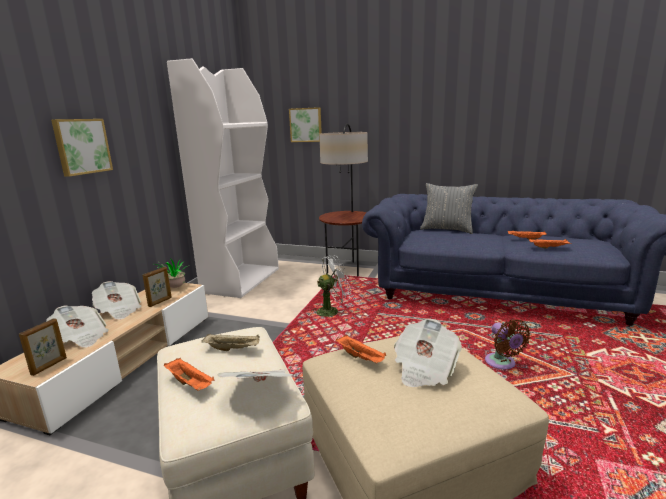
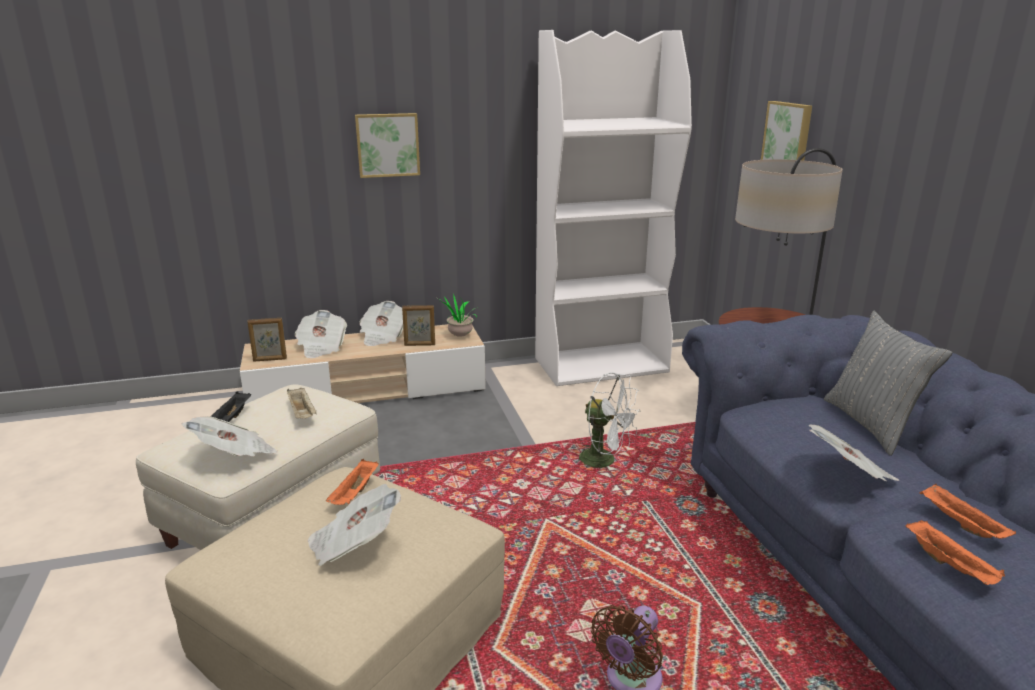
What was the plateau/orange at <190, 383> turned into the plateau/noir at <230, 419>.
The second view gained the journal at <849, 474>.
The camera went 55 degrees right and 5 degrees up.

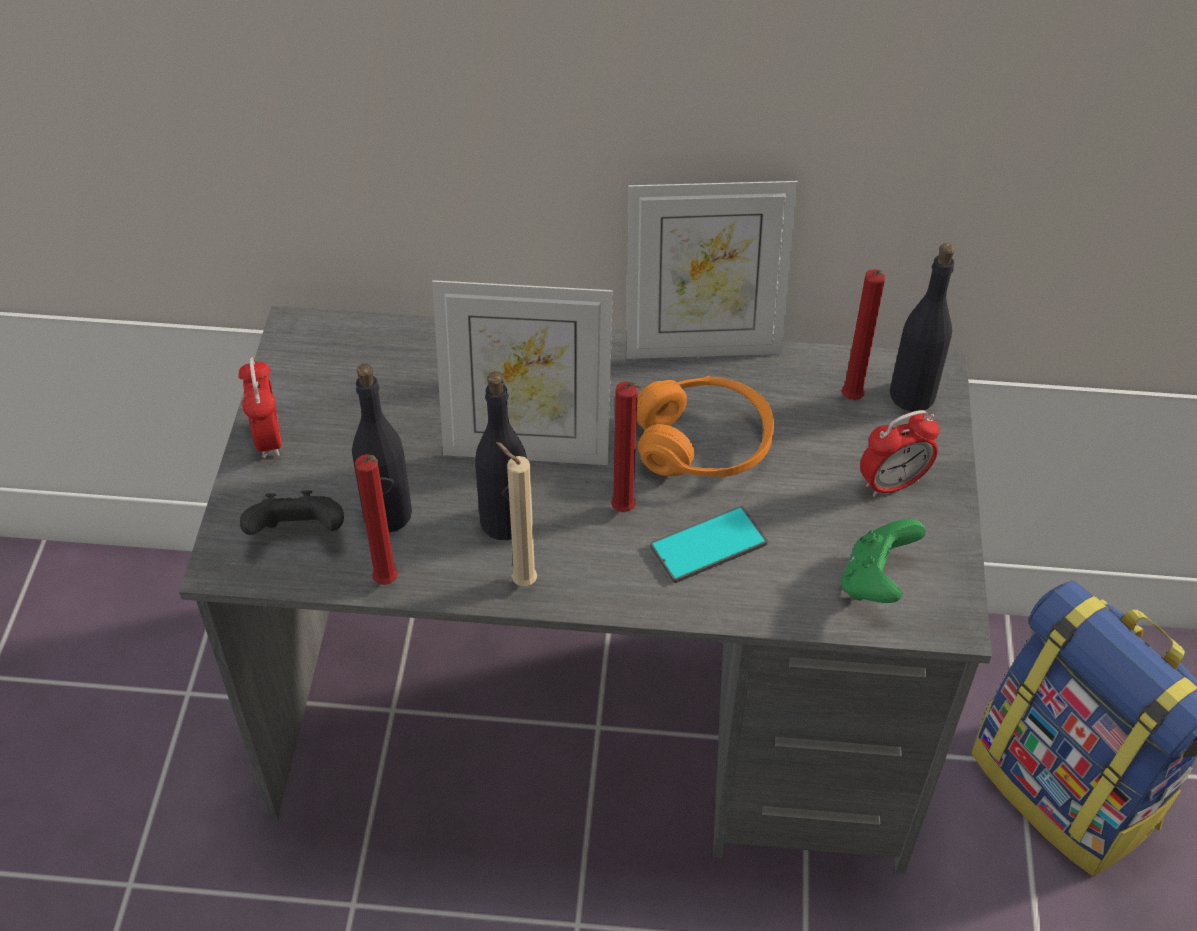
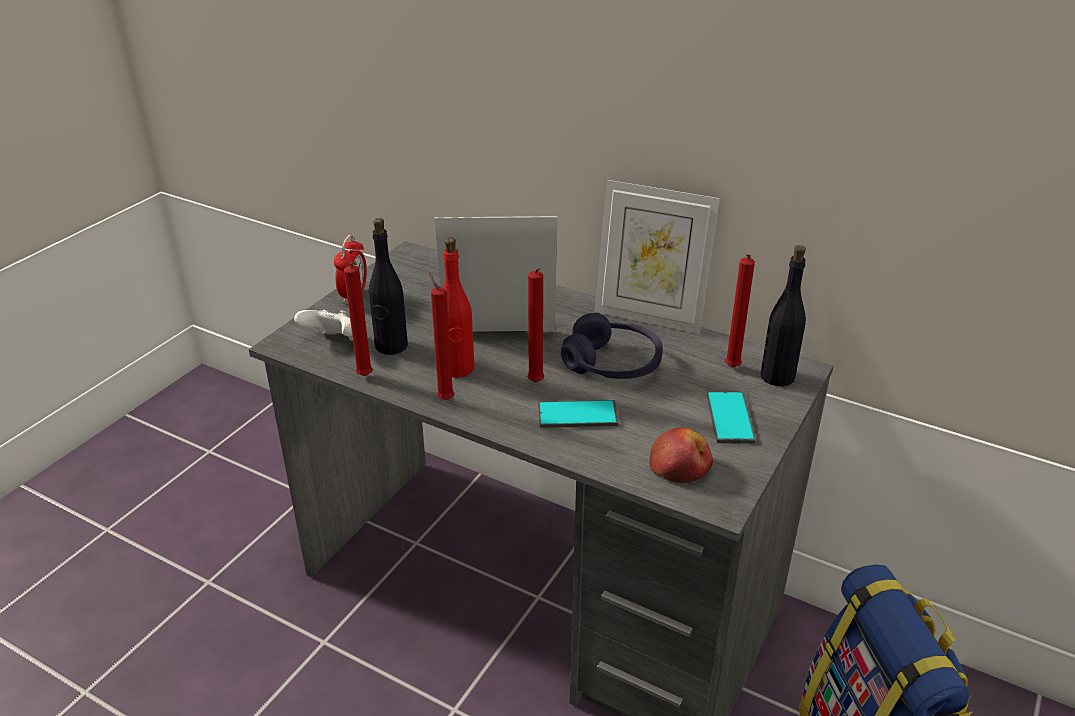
What was the manette/noir at <299, 534> turned into the manette/blanc at <334, 341>.
The cadre photo at <527, 446> ended up facing another way, 150 degrees clockwise from before.
What was the bouteille/noir at <505, 522> turned into the bouteille/rouge at <457, 368>.
What was the bougie/beige at <520, 580> turned into the bougie/rouge at <444, 398>.
What was the casque audio/orange at <703, 444> turned into the casque audio/violet at <612, 364>.
Where the manette/vert stood at <875, 581>, the pomme came to stand at <680, 466>.
Where the réveil stood at <892, 483>, the téléphone came to stand at <730, 418>.
The camera went 25 degrees right and 15 degrees down.

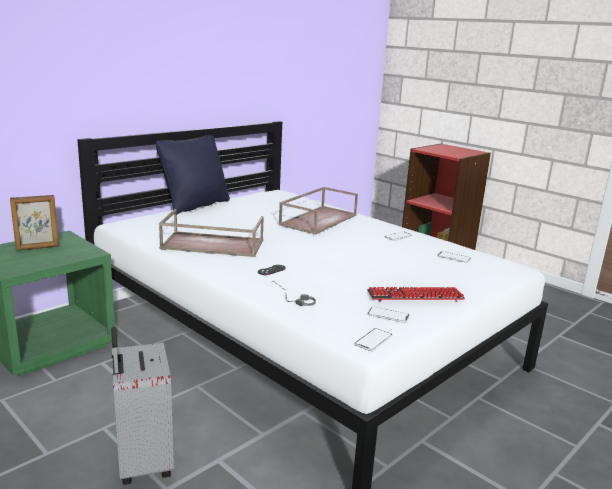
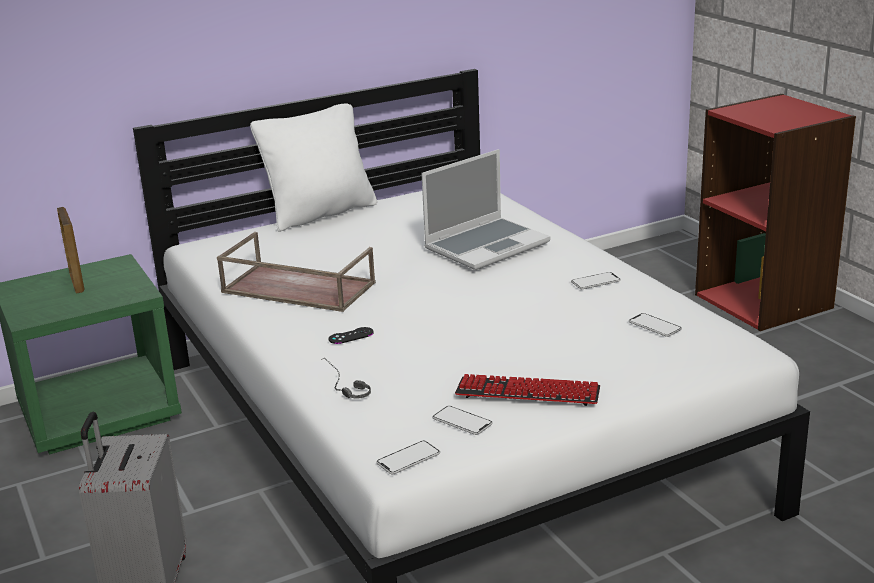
The cadre photo at <37, 248> ended up facing another way, 105 degrees counterclockwise from before.
What was the coussin/noir at <196, 205> turned into the coussin/blanc at <321, 214>.
Where the plateau/marron stood at <318, 219>, the ordinateur portable came to stand at <487, 245>.
The camera went 20 degrees right and 5 degrees up.

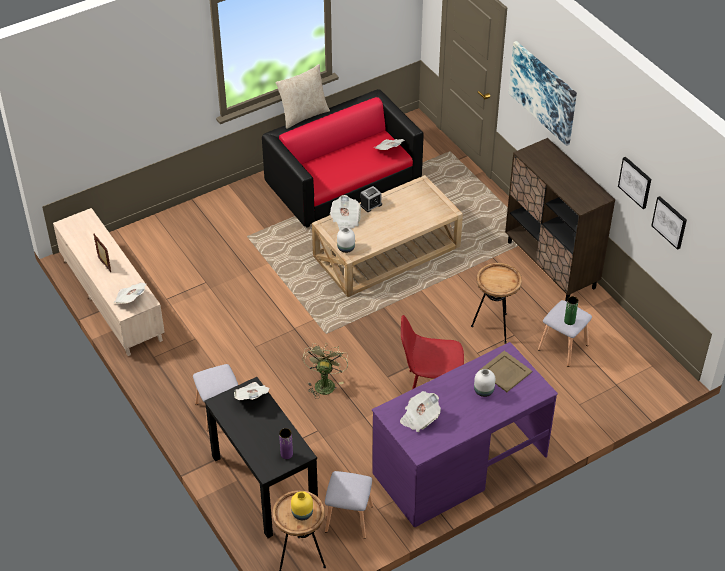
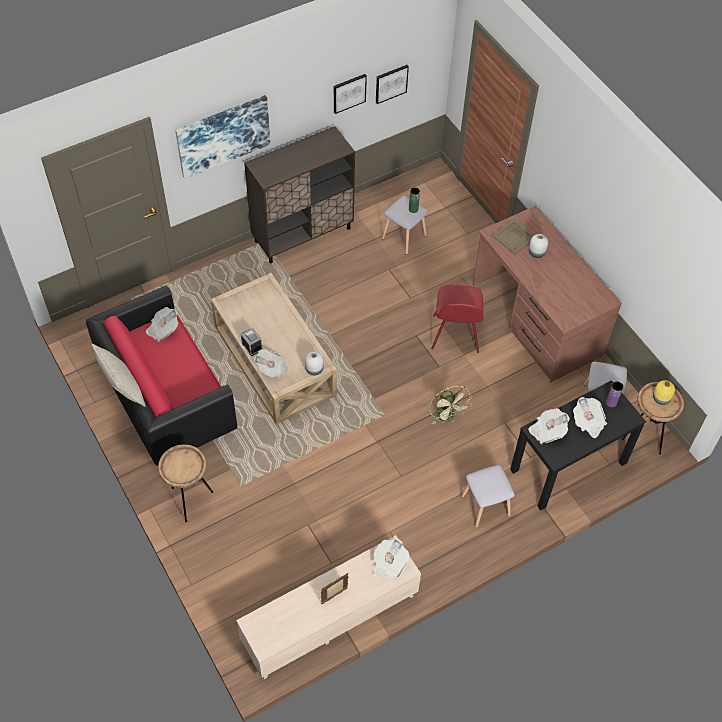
The ventilateur/vert at <324, 383> ended up facing another way, 120 degrees counterclockwise from before.
What was the bureau/violet at <459, 464> turned into the bureau/marron at <536, 320>.
The journal ended up elsewhere, having gone from <419, 418> to <588, 422>.
The table d'appoint/marron ended up elsewhere, having gone from <494, 327> to <190, 500>.
The camera went 90 degrees left and 10 degrees up.

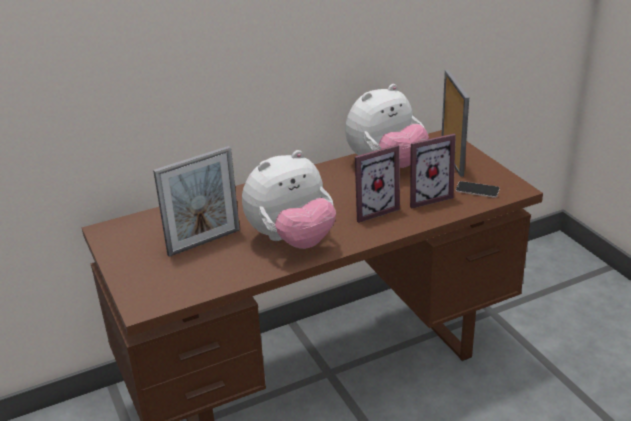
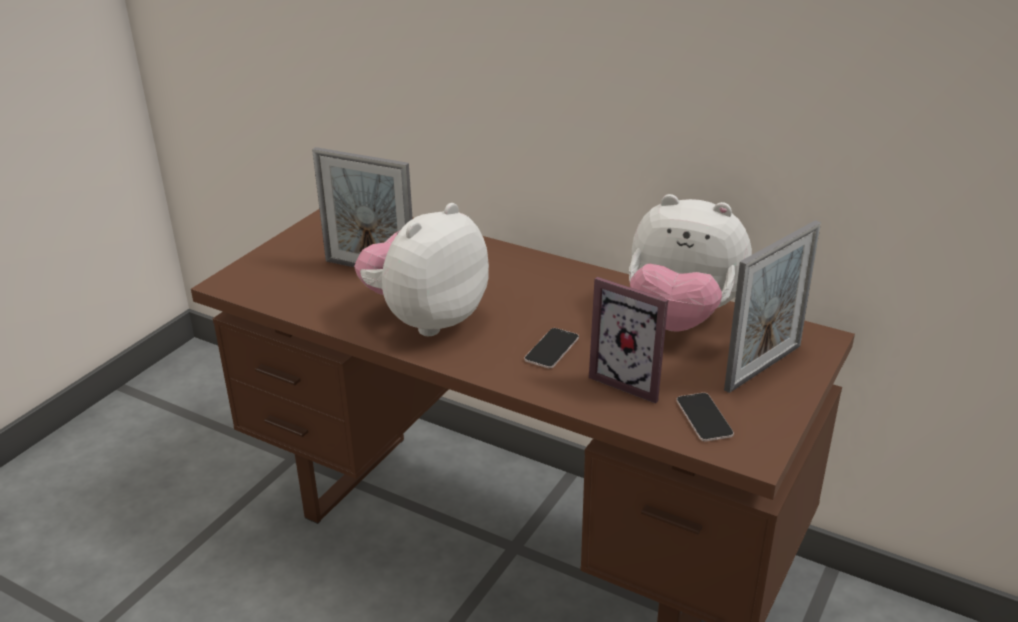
The peluche at <292, 240> ended up facing another way, 105 degrees clockwise from before.
Where the cadre photo stood at <372, 209>, the téléphone came to stand at <552, 349>.
The camera went 55 degrees right and 0 degrees up.

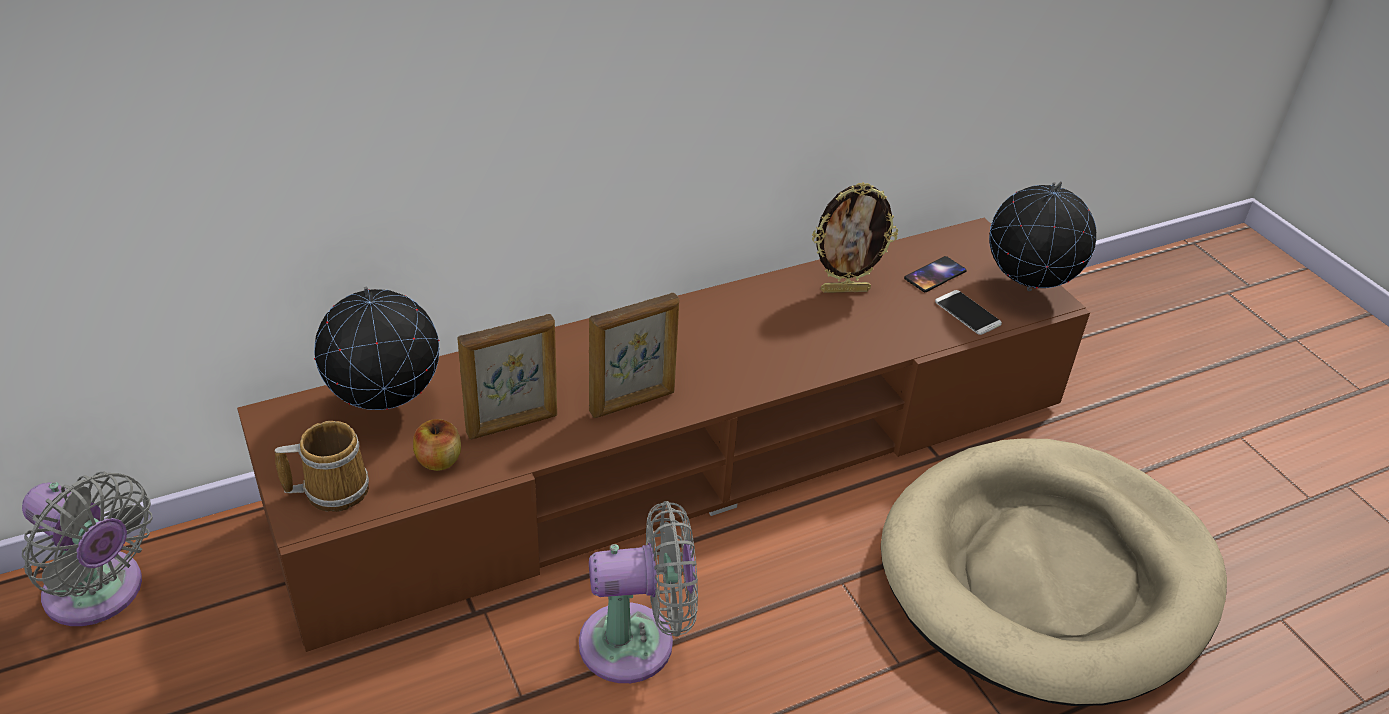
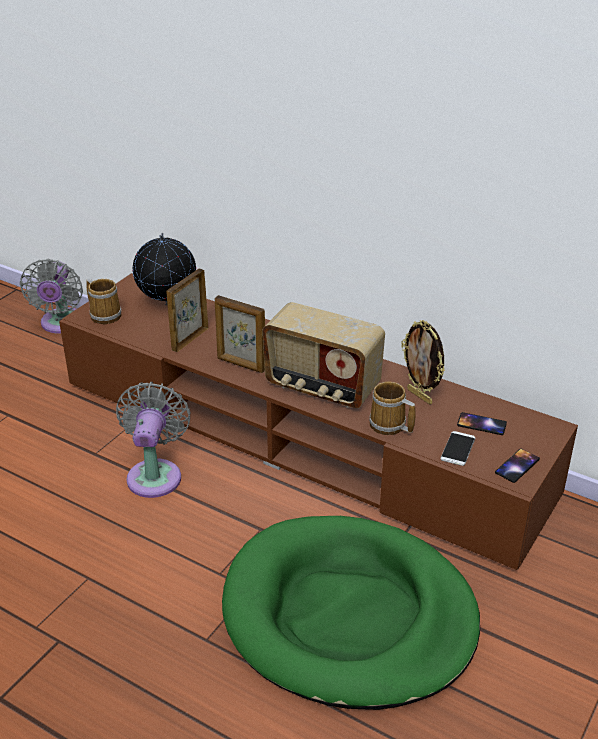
The second view lost the pomme at <439, 460>.
The cadre photo at <513, 425> ended up facing another way, 90 degrees clockwise from before.
The ventilateur/gris at <637, 642> ended up facing another way, 135 degrees counterclockwise from before.
What was the panier pour chien/beige at <1048, 574> turned into the panier pour chien/vert at <348, 616>.
Where the globe stood at <1026, 289>, the téléphone came to stand at <517, 466>.
The second view gained the radio at <321, 387>.
The second view gained the mug at <389, 426>.
The camera went 60 degrees right and 5 degrees down.

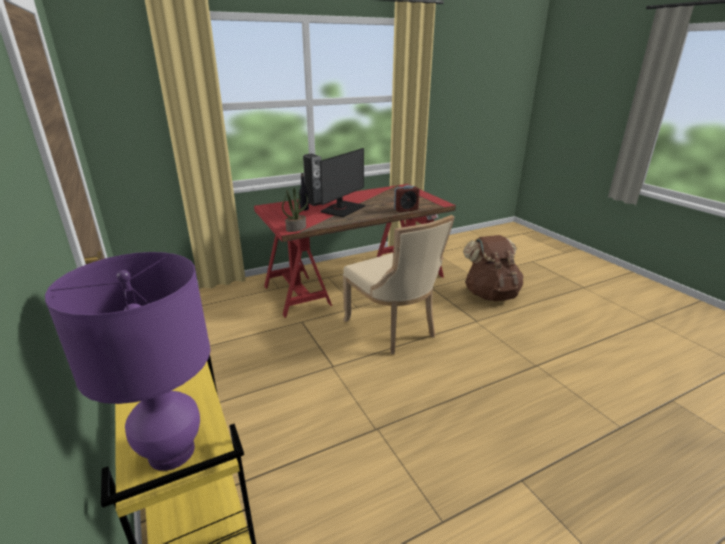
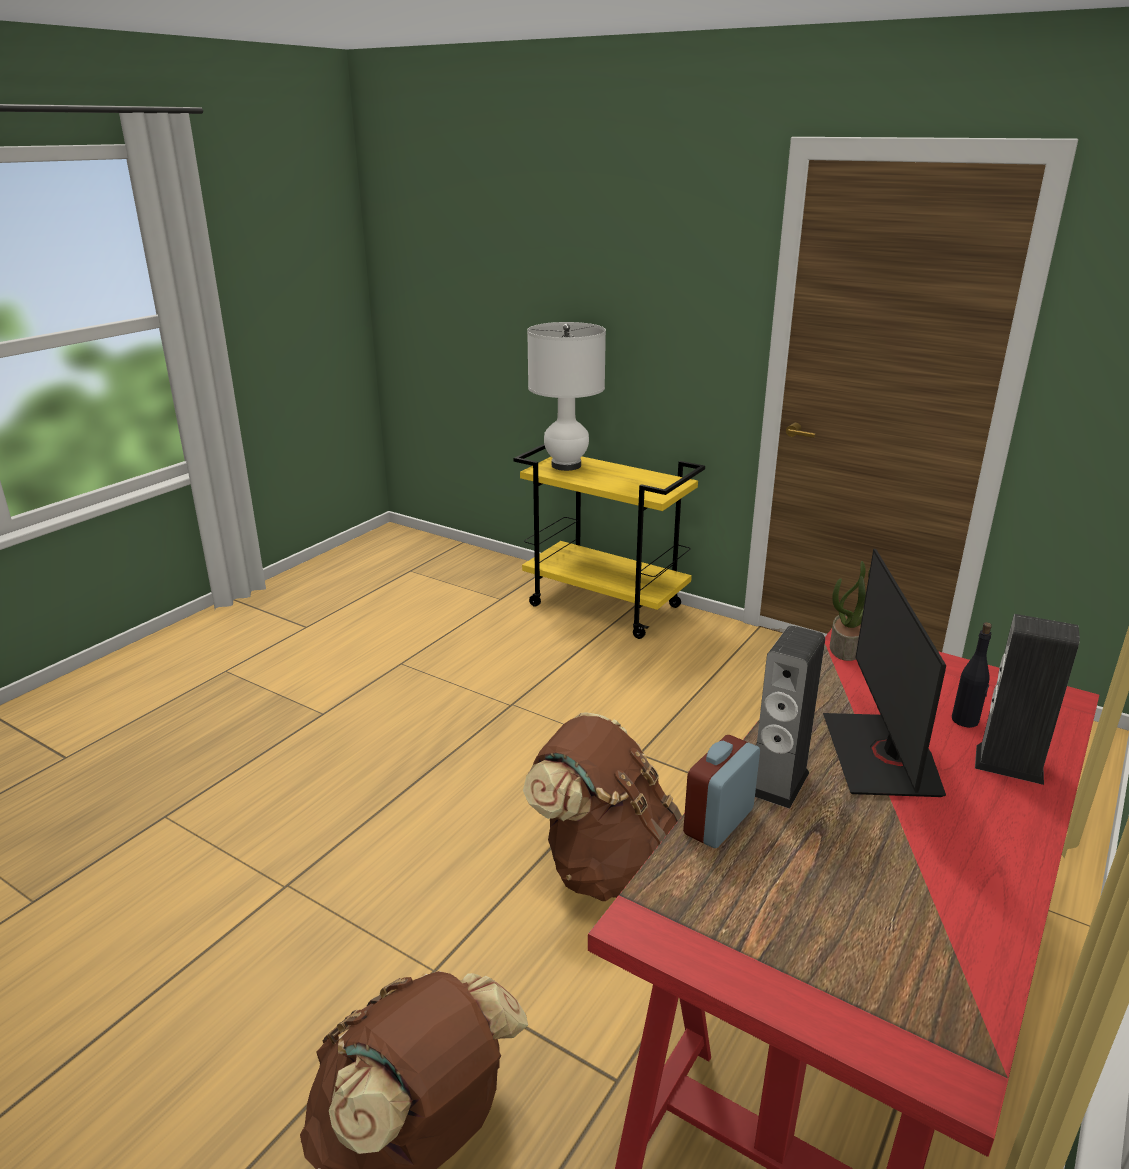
What was the lampe de table/violet at <172, 452> turned into the lampe de table/blanc at <566, 465>.
Where the chaise/beige stood at <393, 329>, the sac à dos/marron came to stand at <605, 865>.
The second view gained the enceinte at <778, 783>.
The camera went 150 degrees right and 0 degrees up.

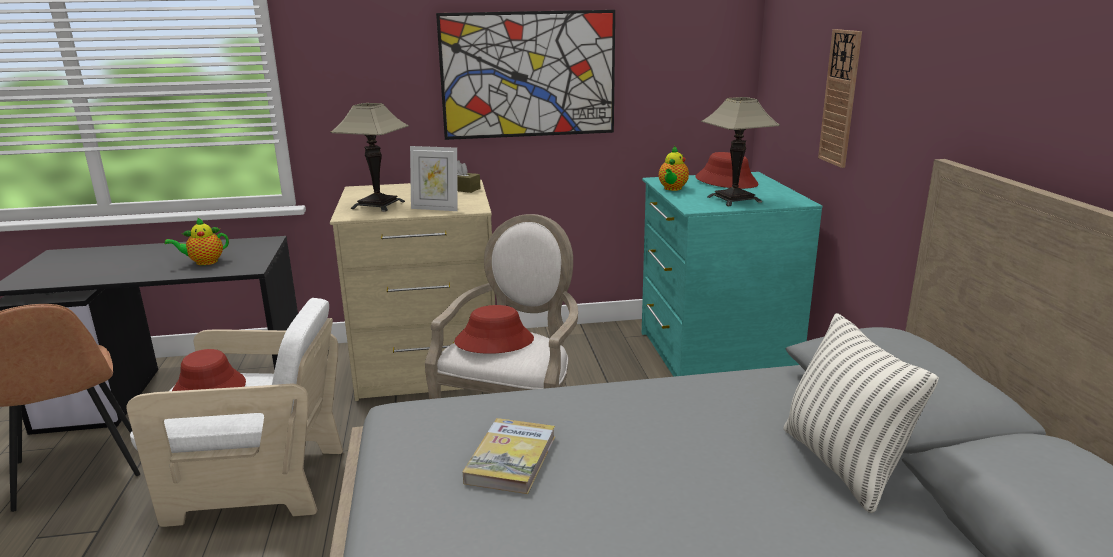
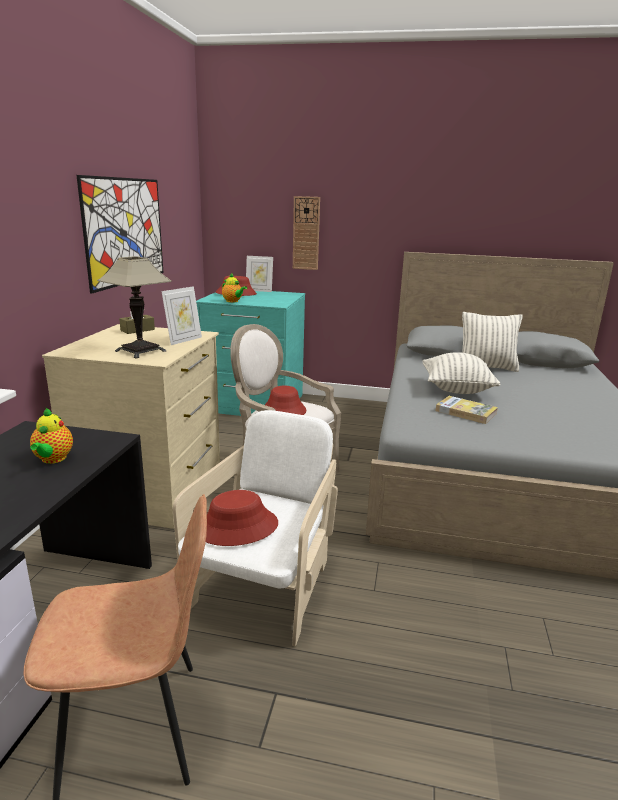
The second view lost the lampe de table at <734, 199>.
The second view gained the cadre photo at <259, 290>.
The second view gained the coussin at <456, 389>.
The camera went 70 degrees left and 0 degrees up.

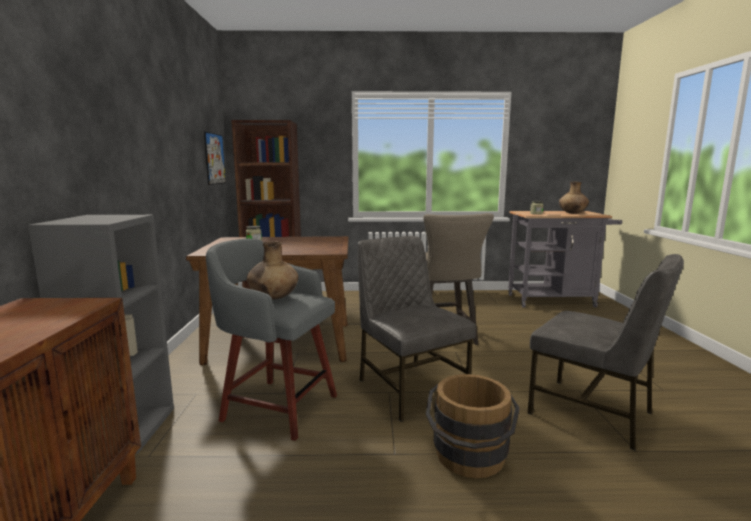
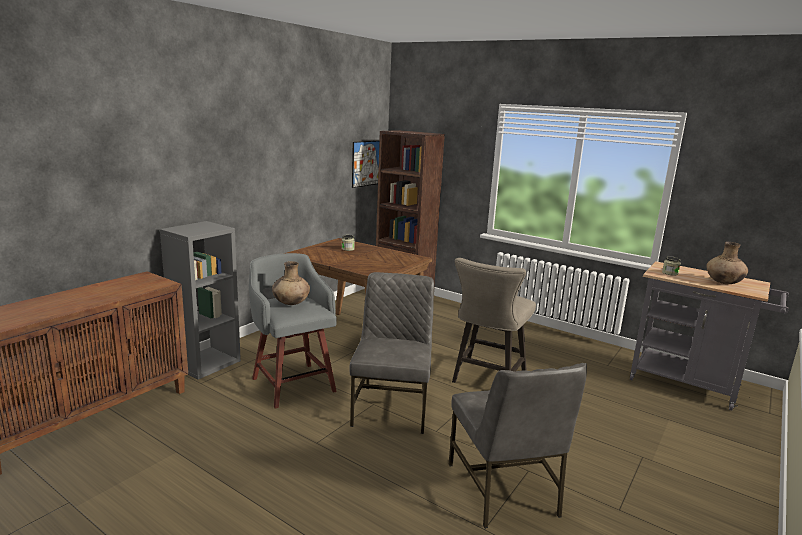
The second view lost the seau/marron at <469, 459>.
The camera went 35 degrees right and 5 degrees up.

